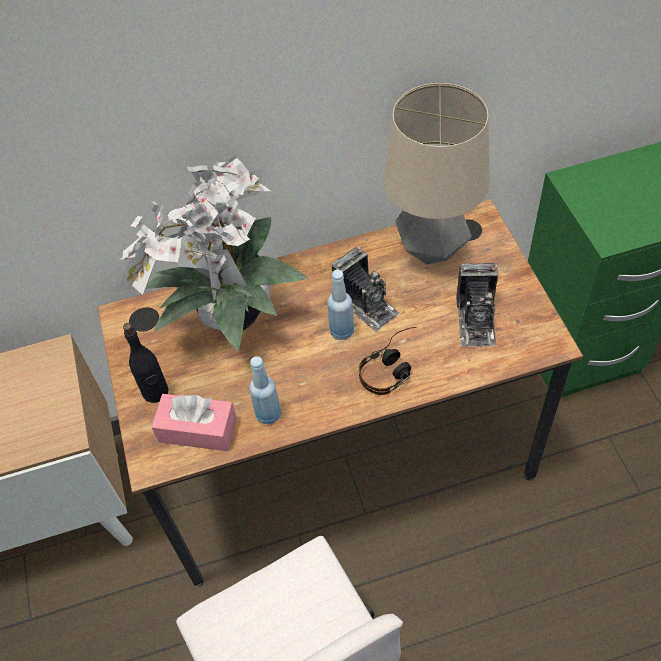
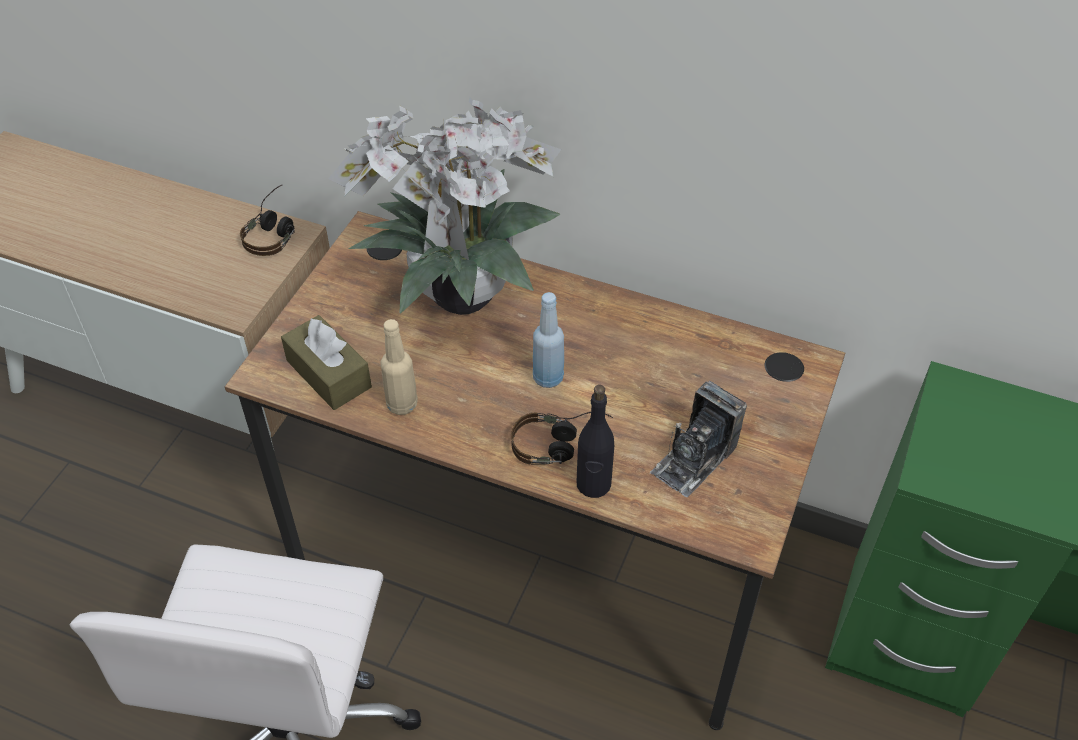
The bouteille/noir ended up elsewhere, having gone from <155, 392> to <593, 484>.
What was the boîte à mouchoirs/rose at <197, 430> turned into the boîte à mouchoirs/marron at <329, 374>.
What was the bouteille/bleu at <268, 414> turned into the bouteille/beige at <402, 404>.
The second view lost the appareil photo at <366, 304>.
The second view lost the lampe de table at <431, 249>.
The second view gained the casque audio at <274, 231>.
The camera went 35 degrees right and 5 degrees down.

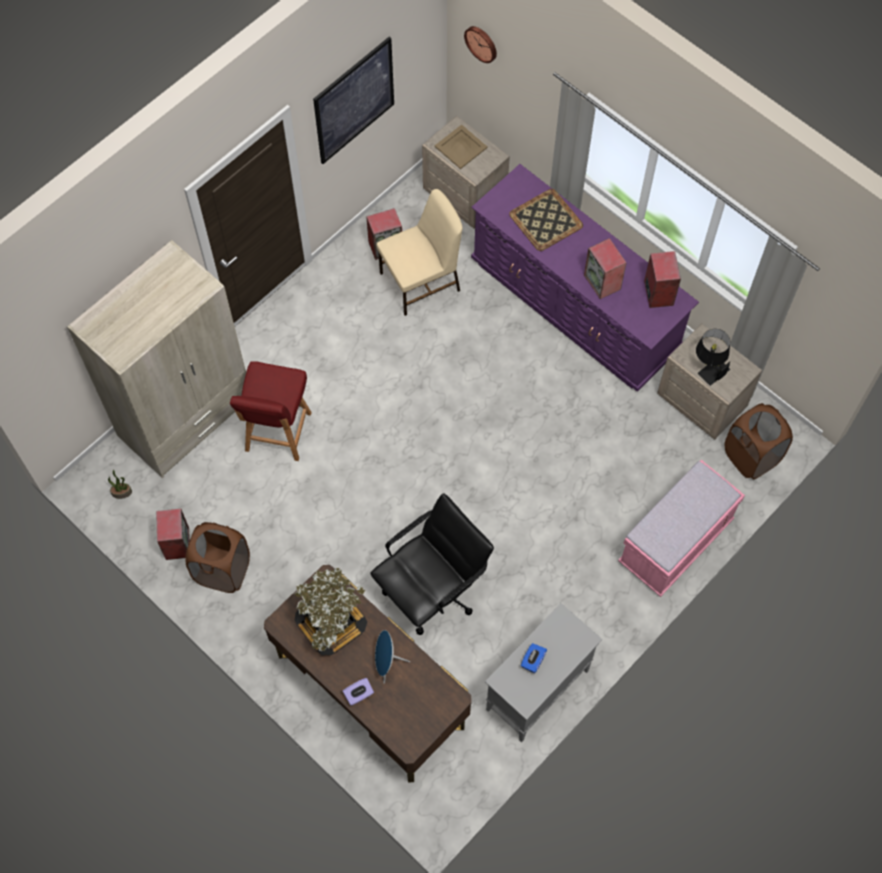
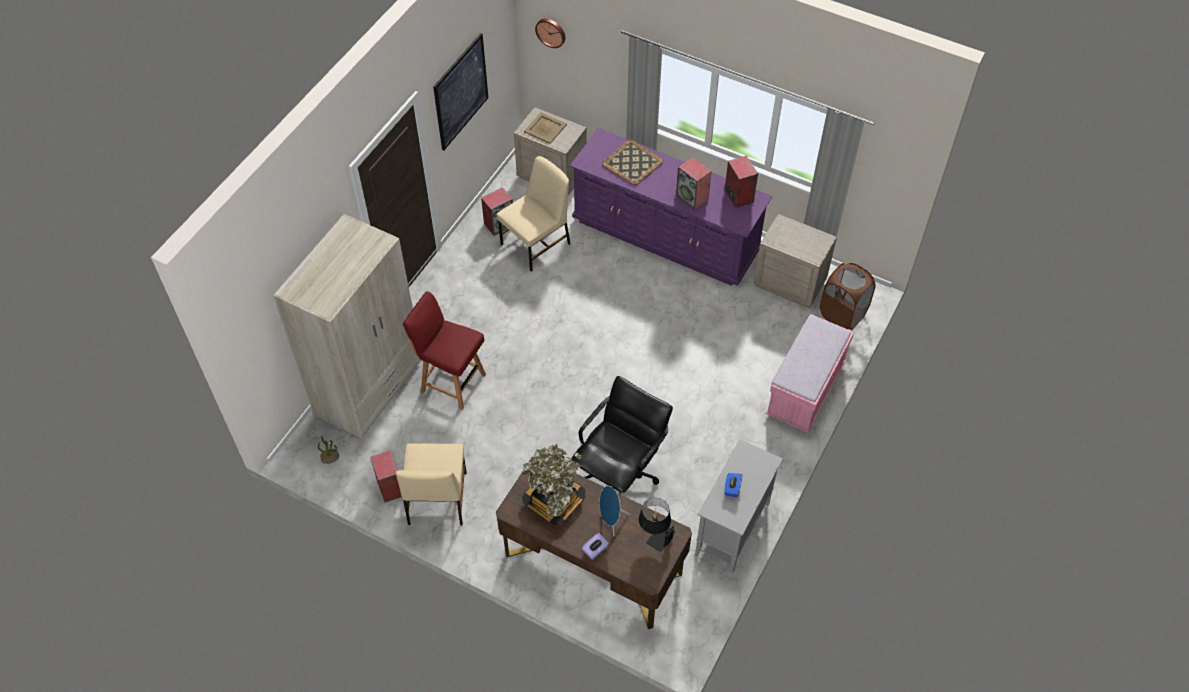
Where the panier à linge/marron stood at <222, 571>, the chaise/beige came to stand at <436, 499>.
The chaise/rouge at <277, 433> ended up facing another way, 120 degrees clockwise from before.
The lampe de table/noir ended up elsewhere, having gone from <709, 367> to <655, 534>.
The camera went 15 degrees left and 10 degrees down.

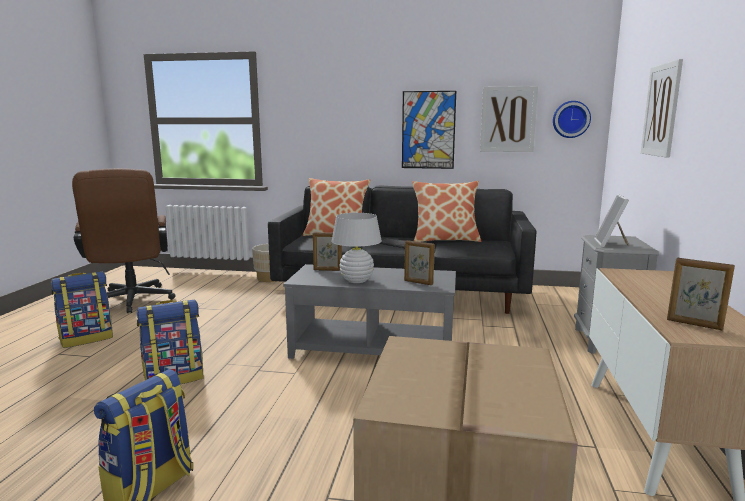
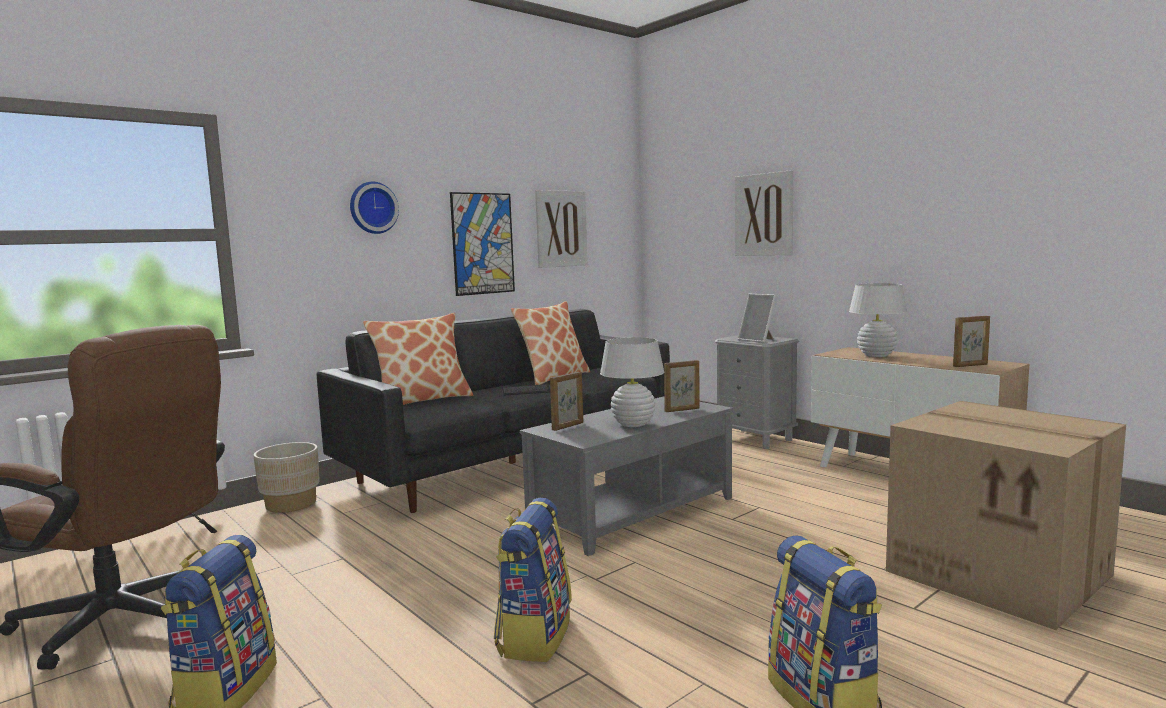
The horloge murale ended up elsewhere, having gone from <570, 119> to <372, 208>.
The second view gained the lampe de table/blanc at <876, 355>.
The camera went 50 degrees left and 5 degrees down.

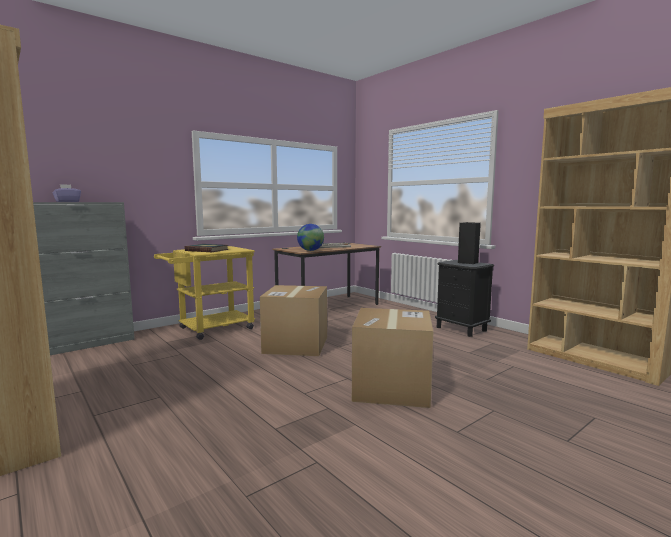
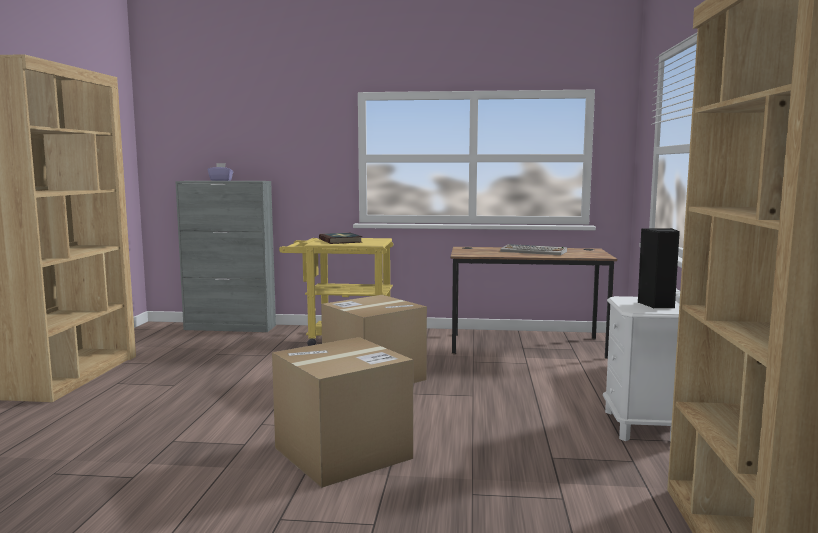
The second view lost the globe at <310, 250>.
What was the table de chevet/noir at <461, 329> turned into the table de chevet/blanc at <641, 426>.
The camera went 45 degrees right and 0 degrees up.

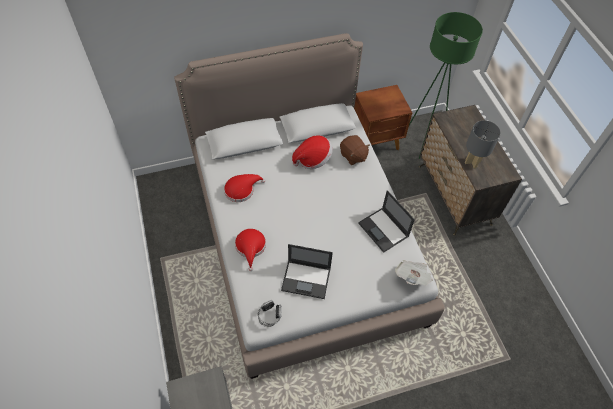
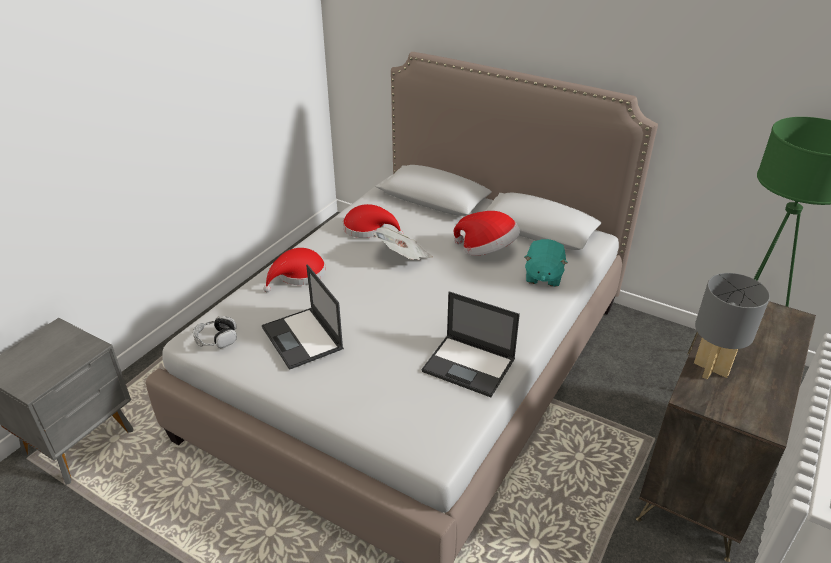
What was the peluche/marron at <353, 156> turned into the peluche/turquoise at <543, 276>.
The second view lost the table de chevet/marron at <376, 141>.
The ordinateur portable at <384, 230> ended up facing another way, 75 degrees counterclockwise from before.
The journal ended up elsewhere, having gone from <412, 276> to <403, 257>.
The camera went 50 degrees right and 20 degrees down.

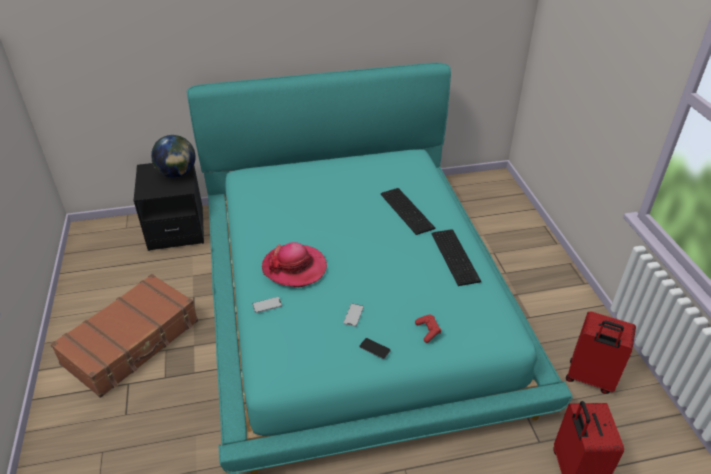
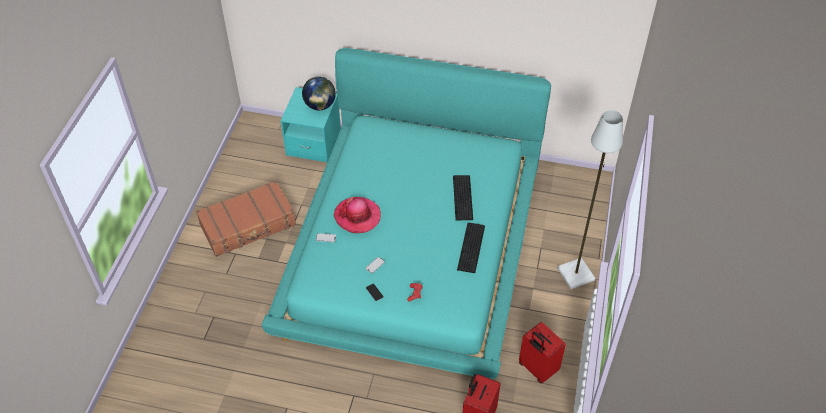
What was the table de chevet/noir at <176, 228> turned into the table de chevet/turquoise at <313, 142>.
The second view gained the lampadaire/gris at <576, 274>.
The camera went 25 degrees right and 10 degrees up.

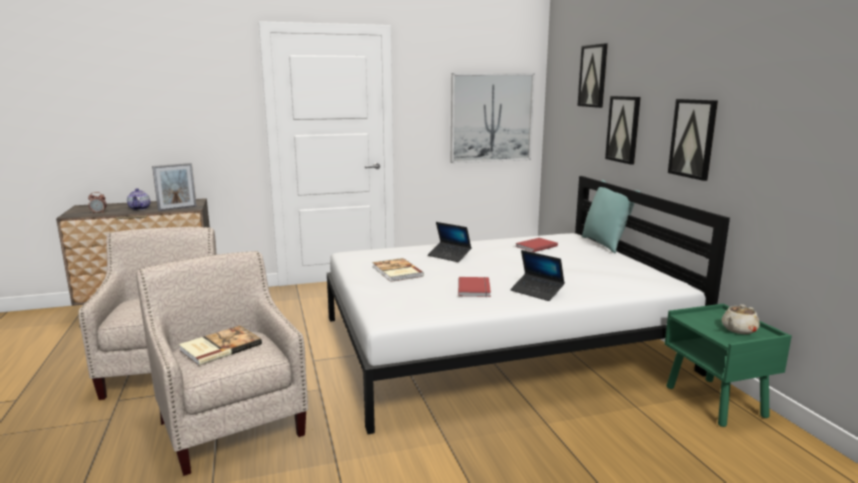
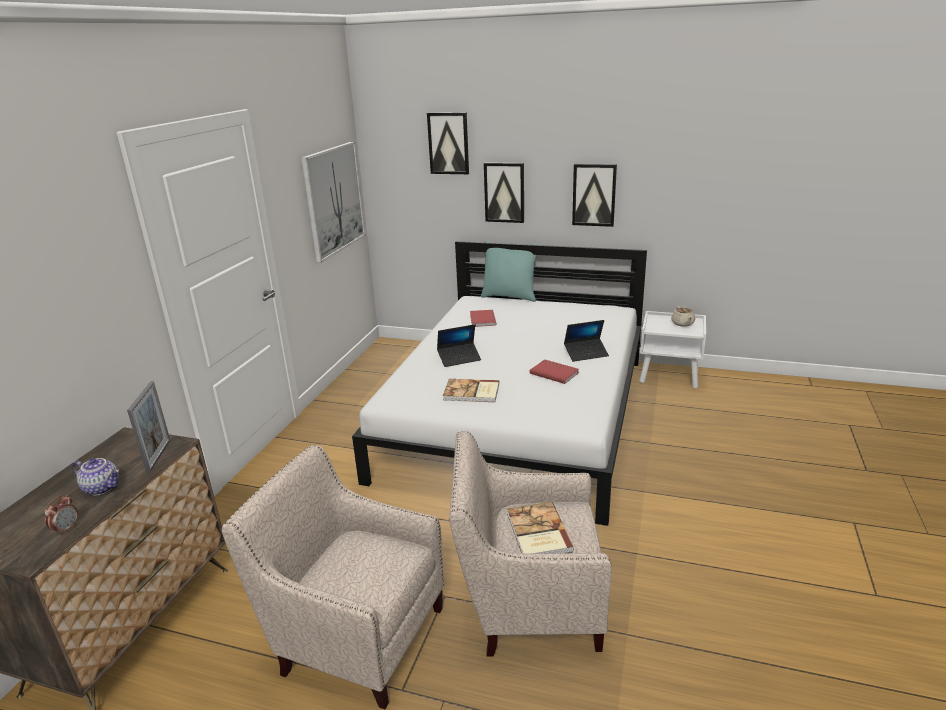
What was the table de chevet/vert at <716, 402> turned into the table de chevet/blanc at <669, 377>.
The camera went 55 degrees left and 10 degrees up.

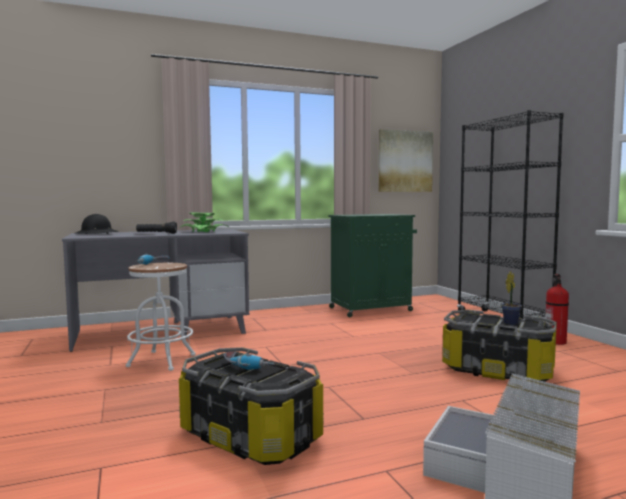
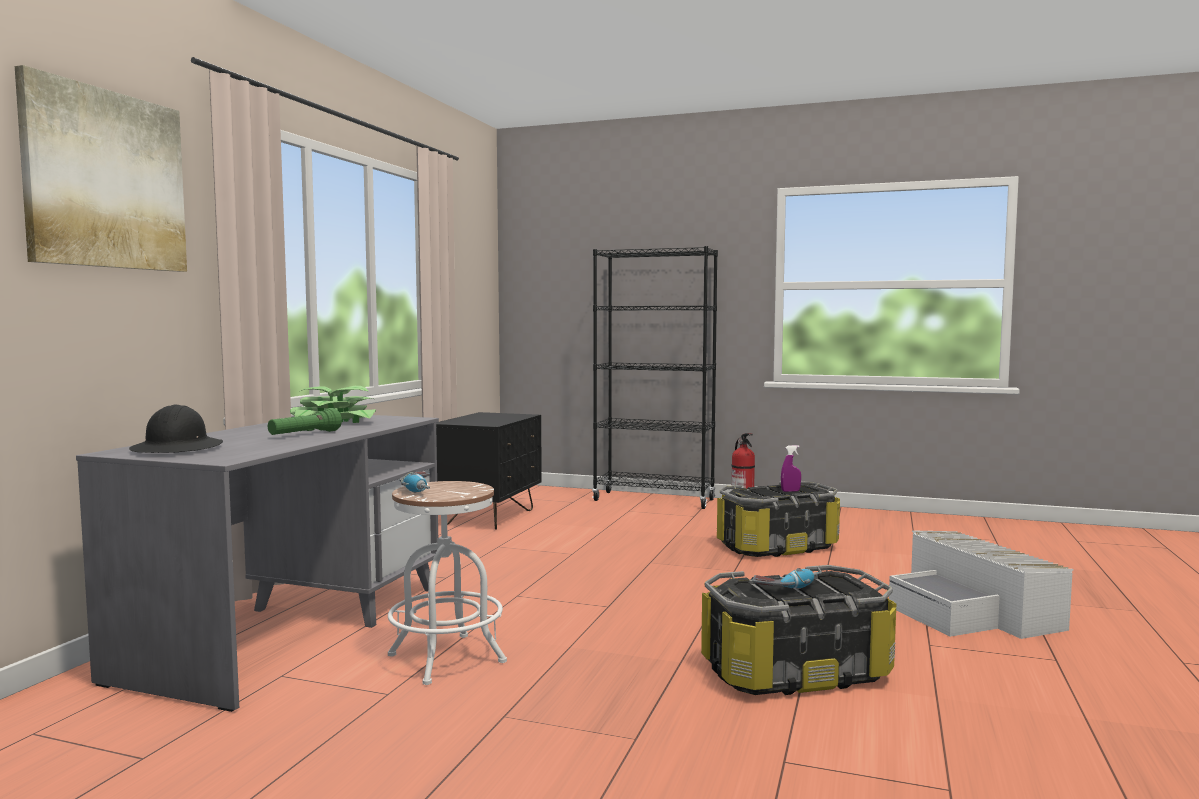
What was the lampe de poche/noir at <156, 233> turned into the lampe de poche/vert at <305, 435>.
Where the meuble de rangement/vert stood at <372, 309>, the table de chevet/noir came to stand at <489, 517>.
The tableau ended up elsewhere, having gone from <405, 161> to <105, 180>.
Where the plante en pot stood at <511, 323>, the vaporisateur/violet came to stand at <790, 491>.
The camera went 50 degrees left and 0 degrees up.

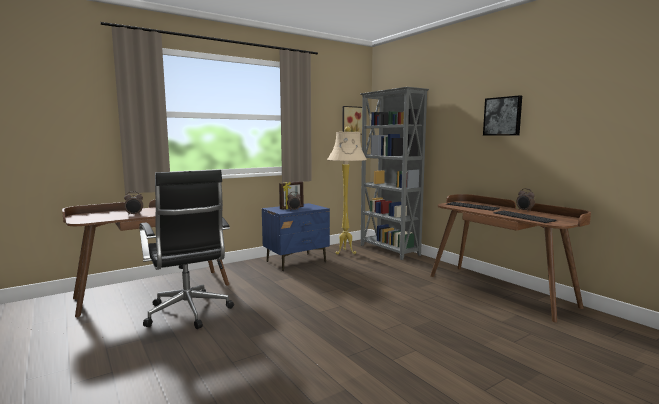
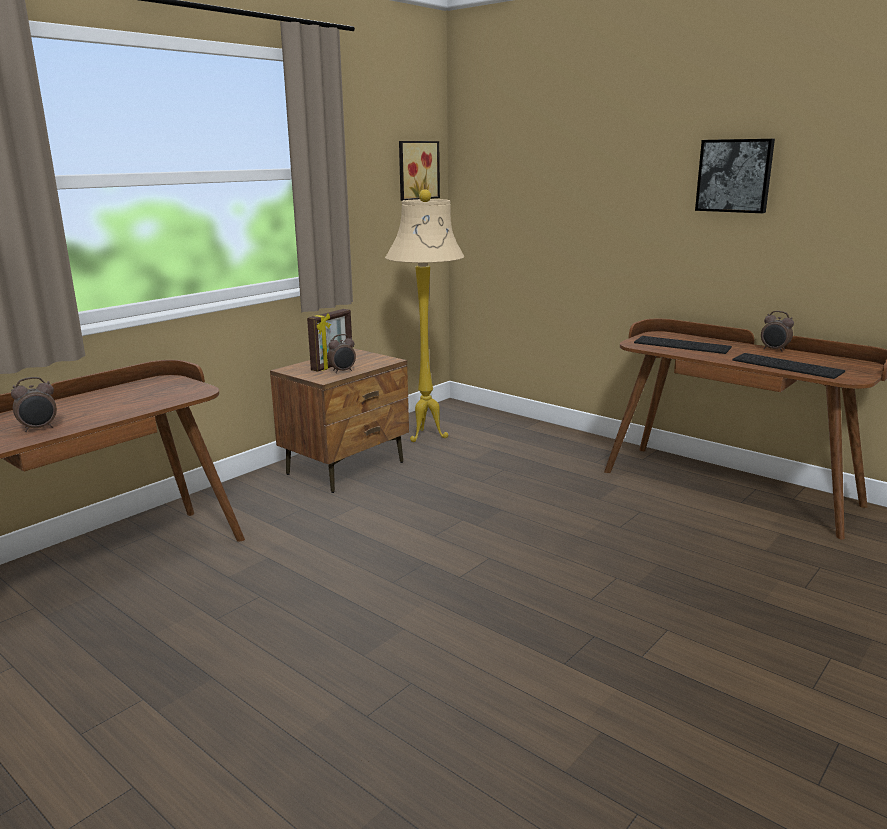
The second view lost the chaise de bureau/noir at <189, 314>.
What was the table de chevet/bleu at <296, 262> turned into the table de chevet/marron at <346, 468>.
The second view lost the bibliothèque/gris at <389, 250>.
The camera went 15 degrees left and 10 degrees up.

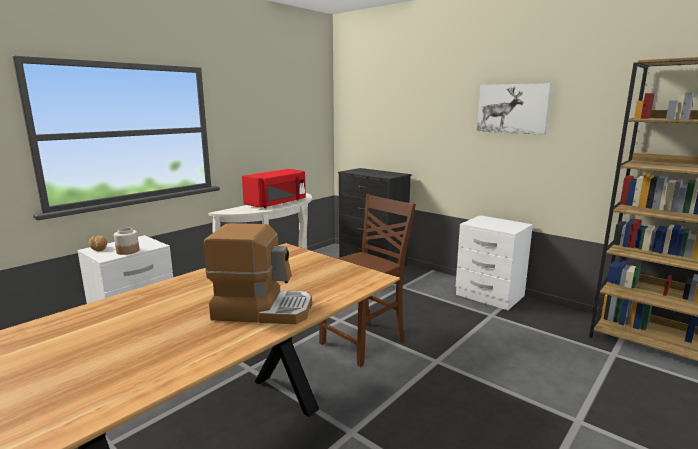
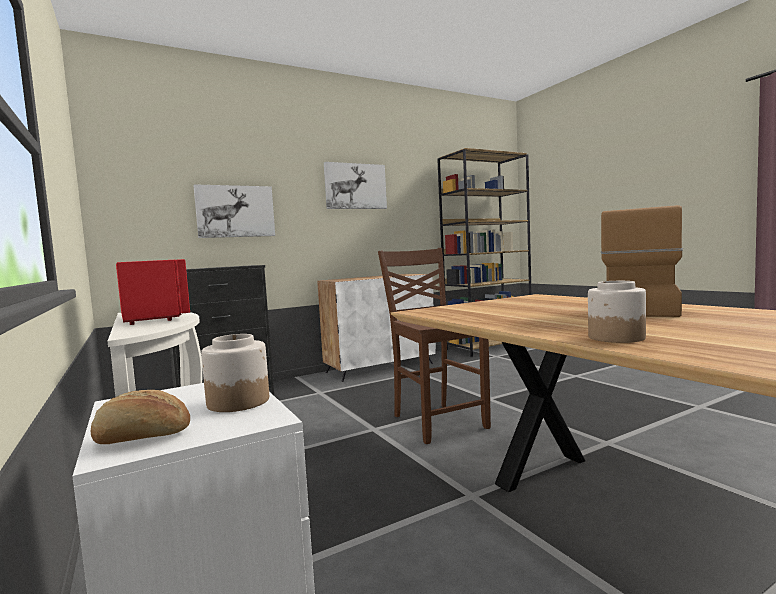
Where the table de chevet/blanc stood at <489, 296>, the meuble de rangement/blanc came to stand at <380, 368>.
The second view gained the tableau at <235, 211>.
The second view gained the bocal at <615, 337>.
The camera went 70 degrees left and 10 degrees down.

